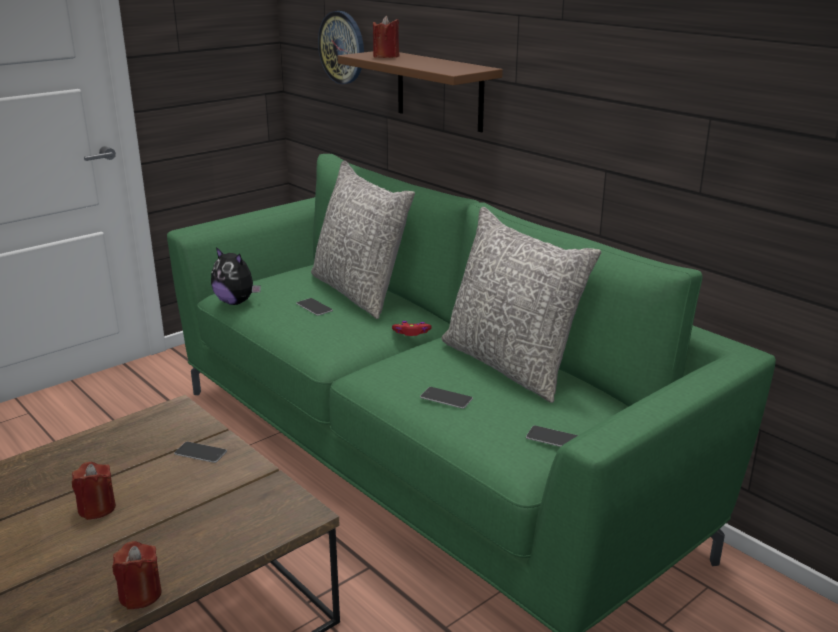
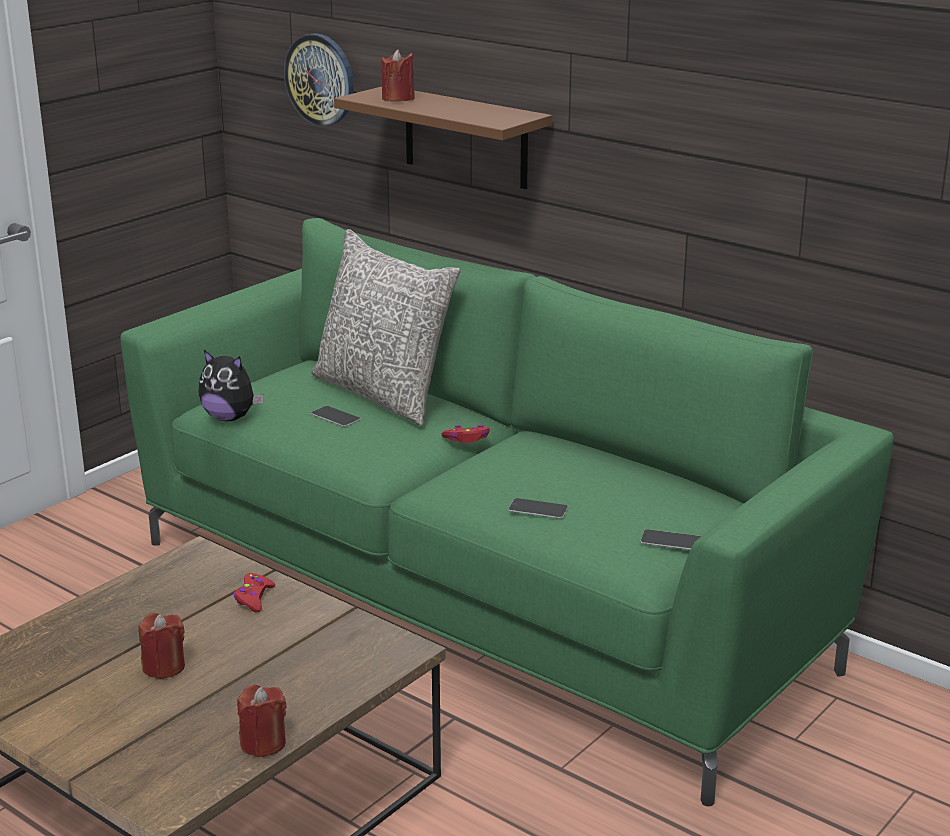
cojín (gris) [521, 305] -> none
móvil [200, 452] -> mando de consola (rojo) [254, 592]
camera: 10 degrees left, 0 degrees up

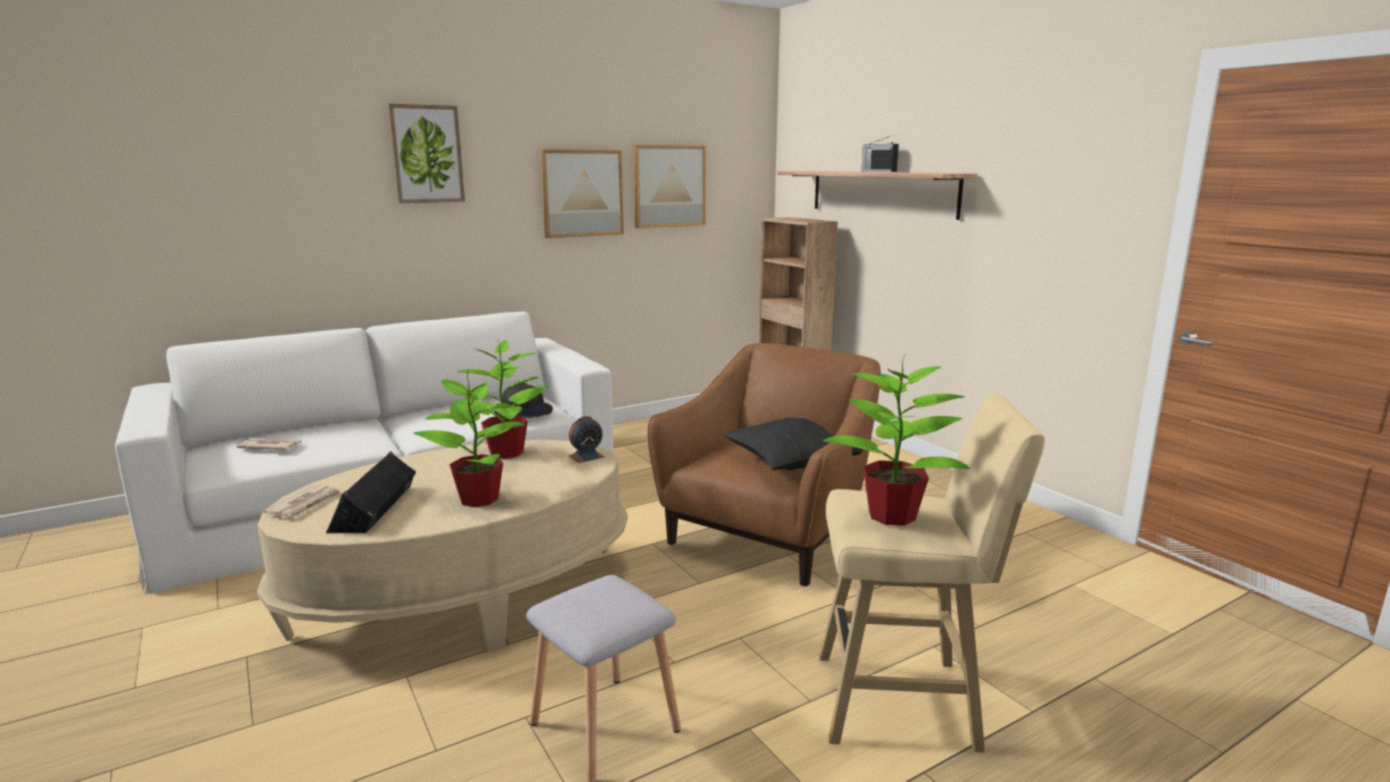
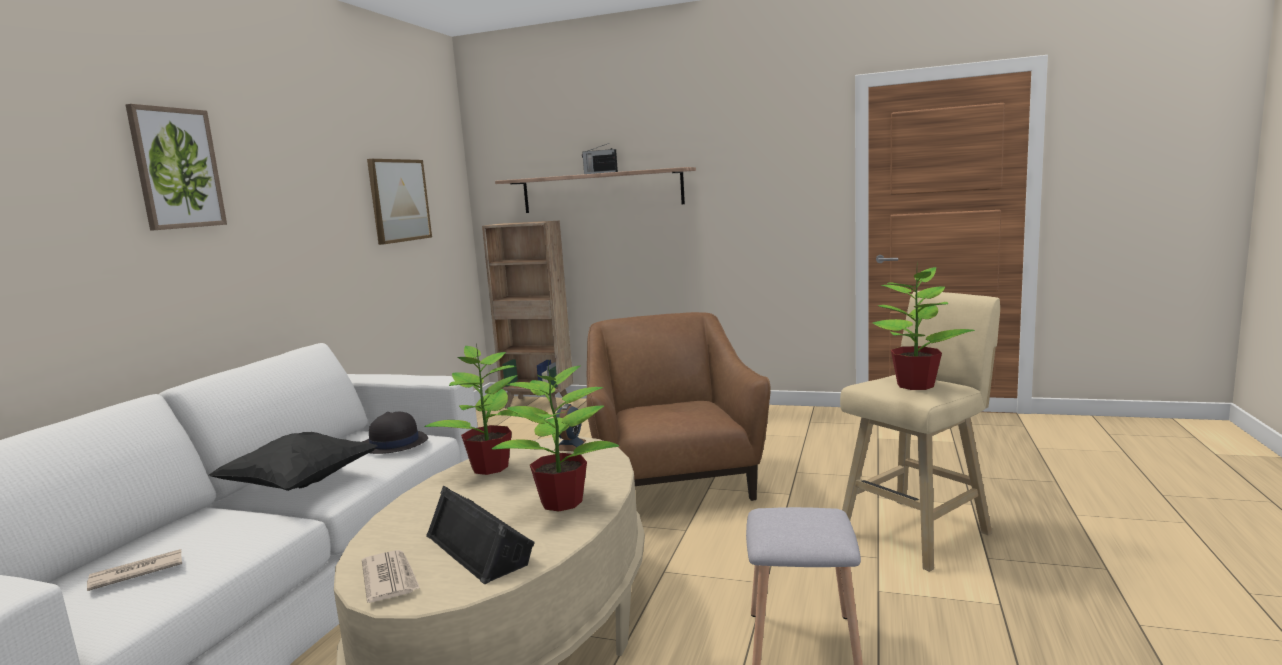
cuadro [582, 194] -> none
cojín (negro) [793, 443] -> cojín (negro) [293, 461], moved
camera: 40 degrees left, 5 degrees down

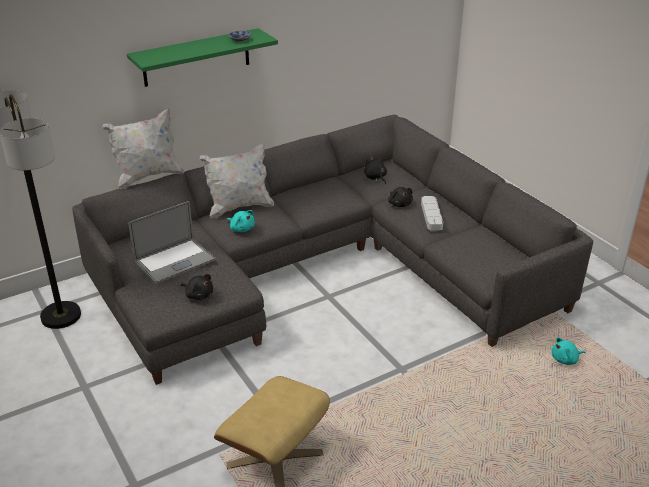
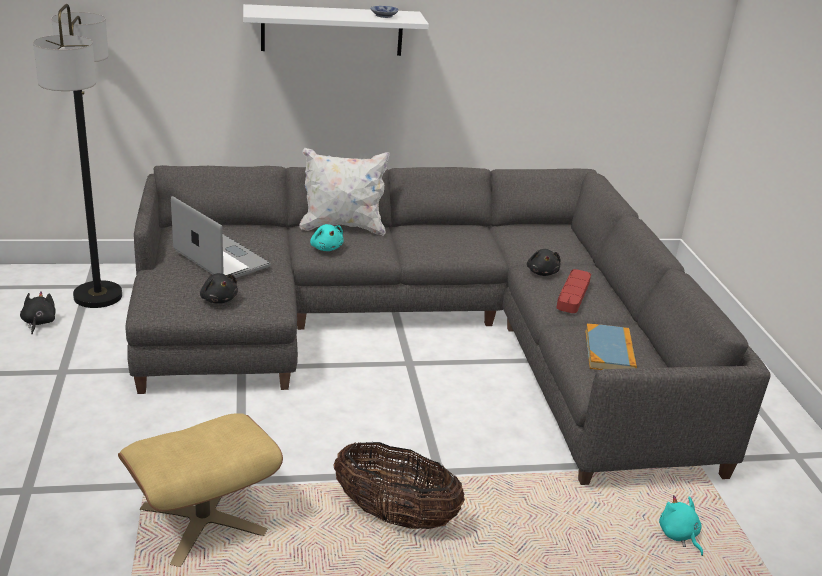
estante (verde) [202, 57] -> estante (blanco) [336, 30]
cojín (blanco) [143, 148] -> none
peluche (negro) [375, 170] -> peluche (negro) [38, 312], moved
bandeja (gris) [432, 213] -> bandeja (rojo) [573, 291]
portátil [172, 242] -> portátil [221, 237], 120 degrees counterclockwise
peluche (turquesa) [568, 351] -> peluche (turquesa) [681, 525], 60 degrees clockwise
none -> libro [611, 346]
none -> cesta [399, 485]
camera: 20 degrees right, 5 degrees down

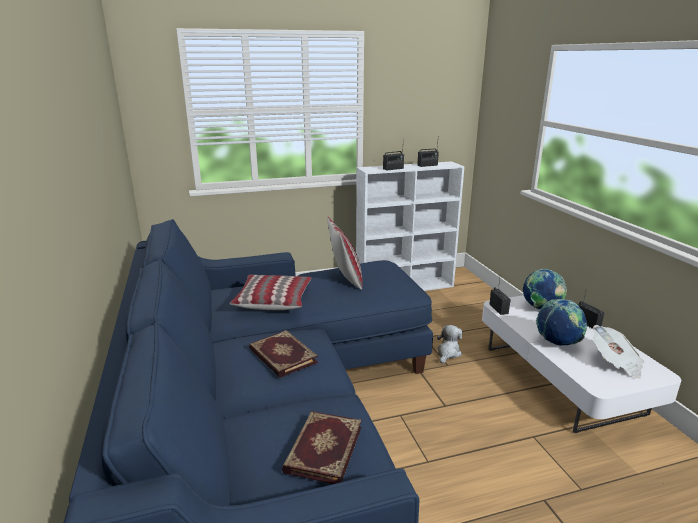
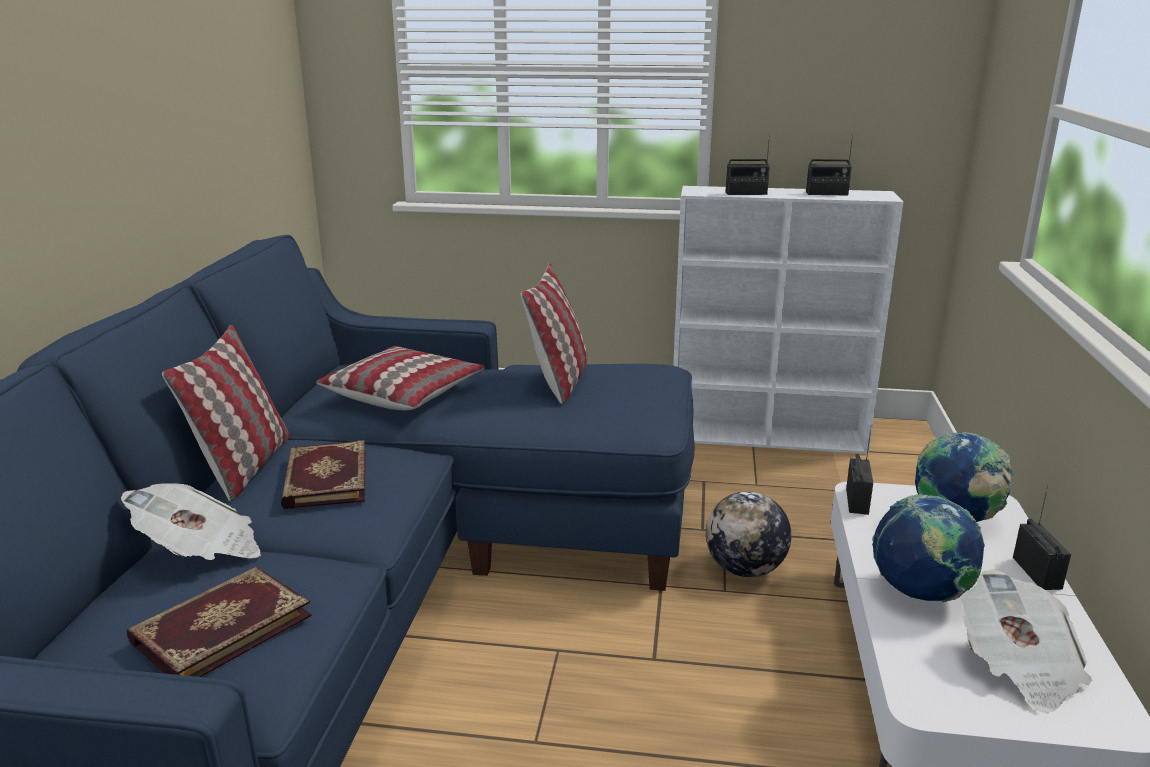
peluche [449, 344] -> globo terráqueo [748, 534]
none -> cojín [226, 413]
none -> periódico [191, 521]
camera: 25 degrees right, 0 degrees up

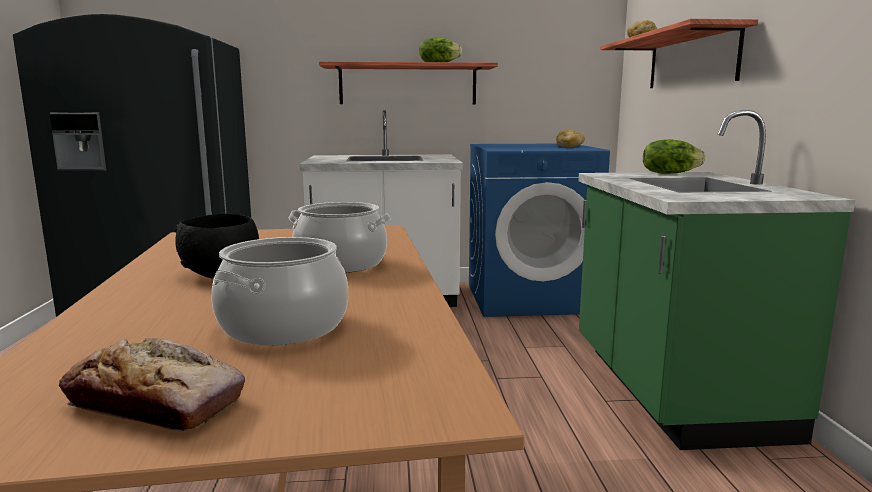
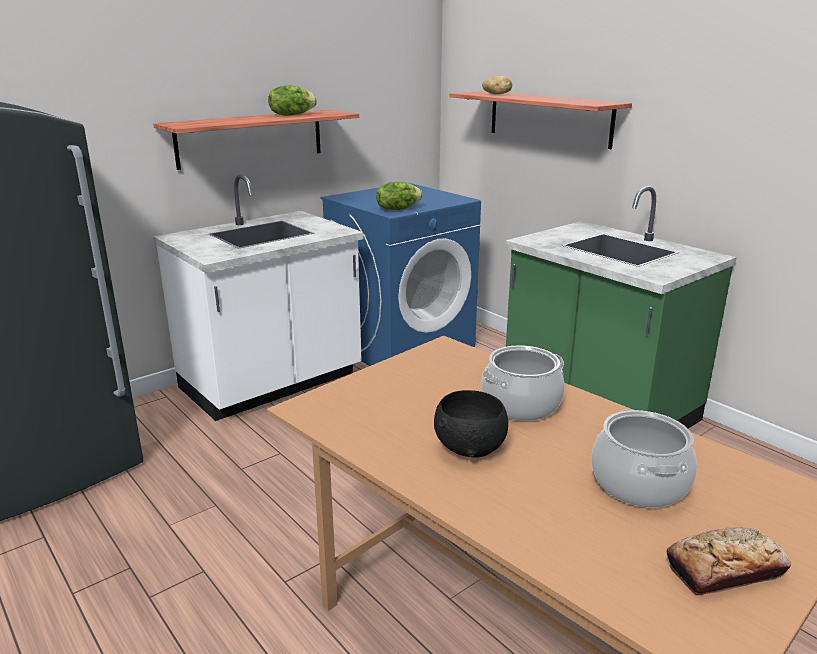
pan [570, 138] -> none
lechuga [674, 156] -> lechuga [399, 196], moved
camera: 35 degrees left, 10 degrees up

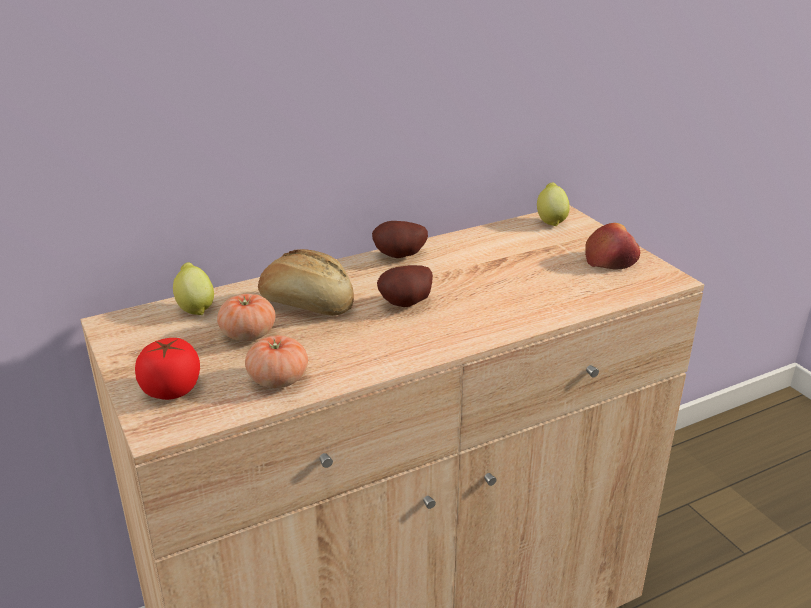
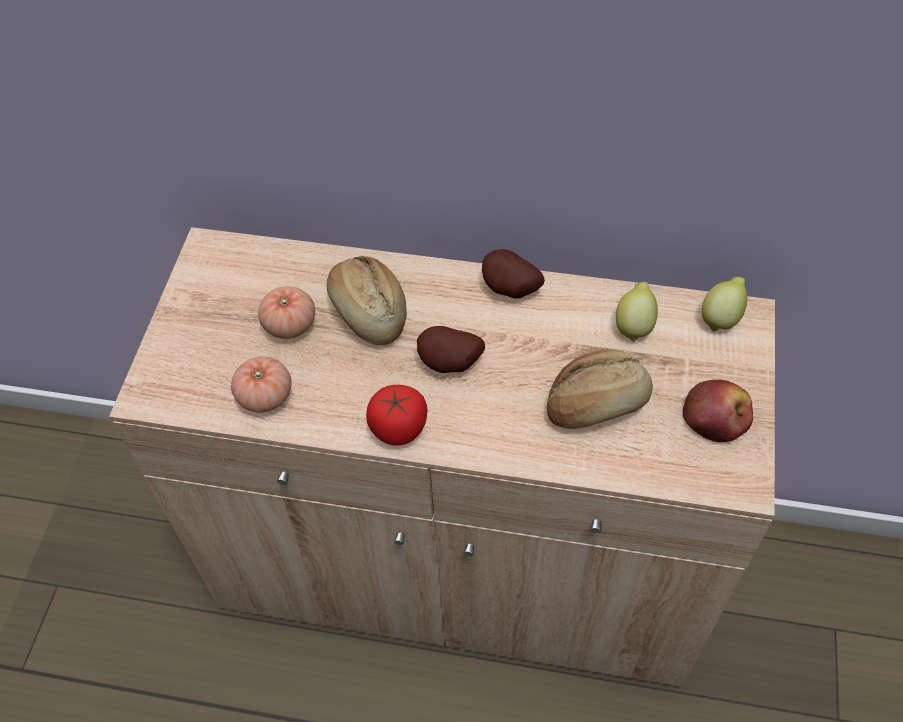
limón [193, 288] -> limón [637, 312], moved
tomate [167, 369] -> tomate [396, 415], moved
none -> pan [600, 389]
camera: 40 degrees right, 25 degrees up

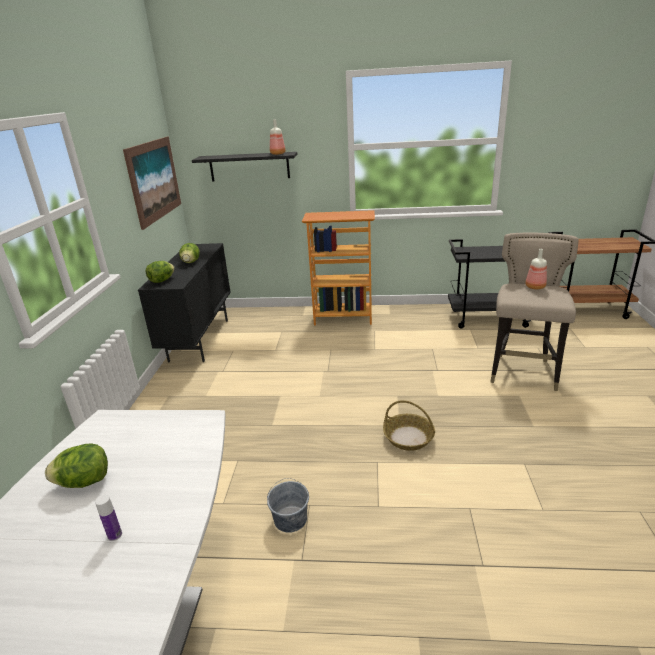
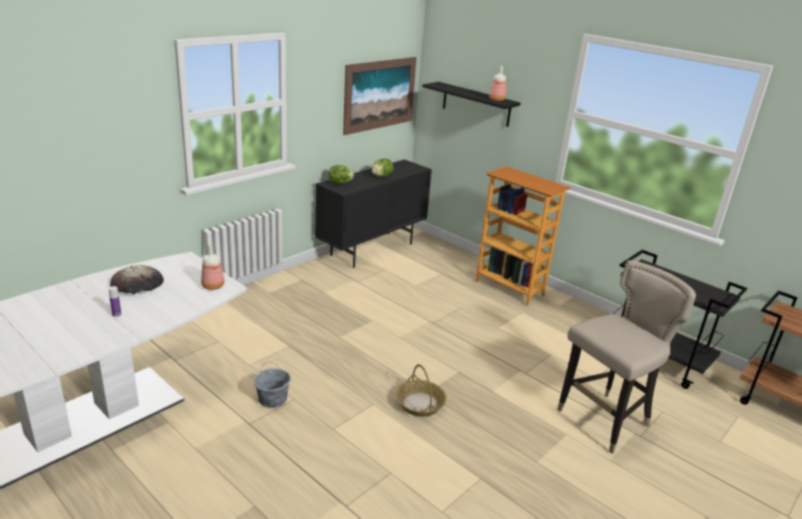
botella [536, 269] -> botella [212, 267], moved
lechuga [76, 465] -> pan [137, 279]
camera: 35 degrees right, 0 degrees up

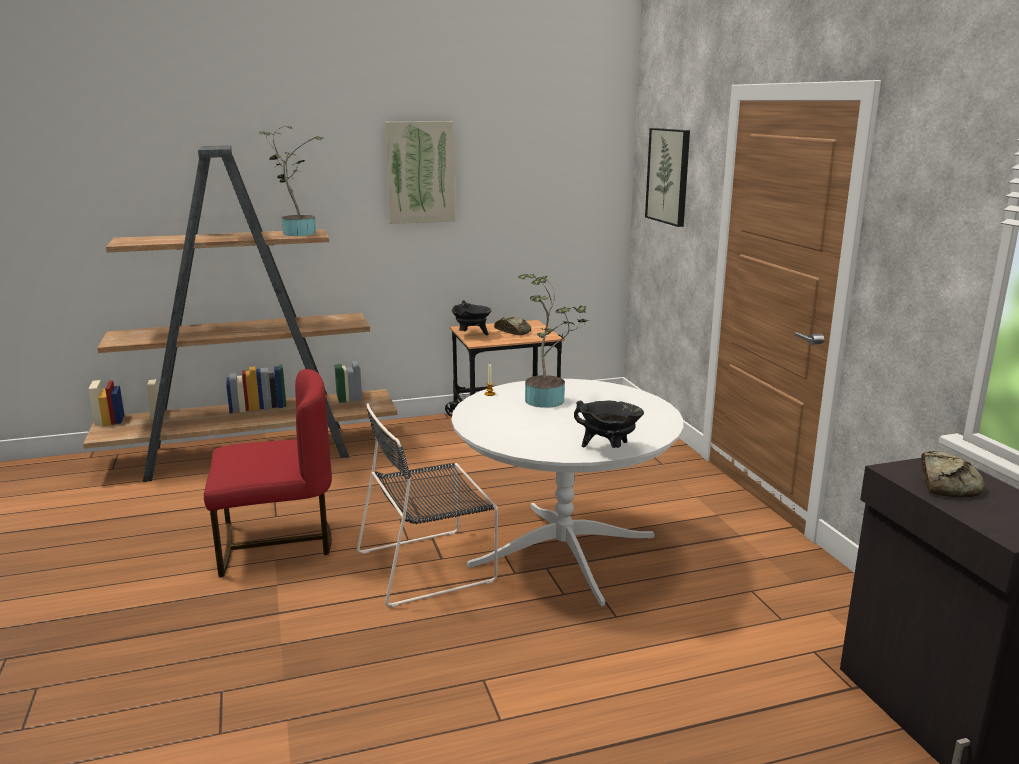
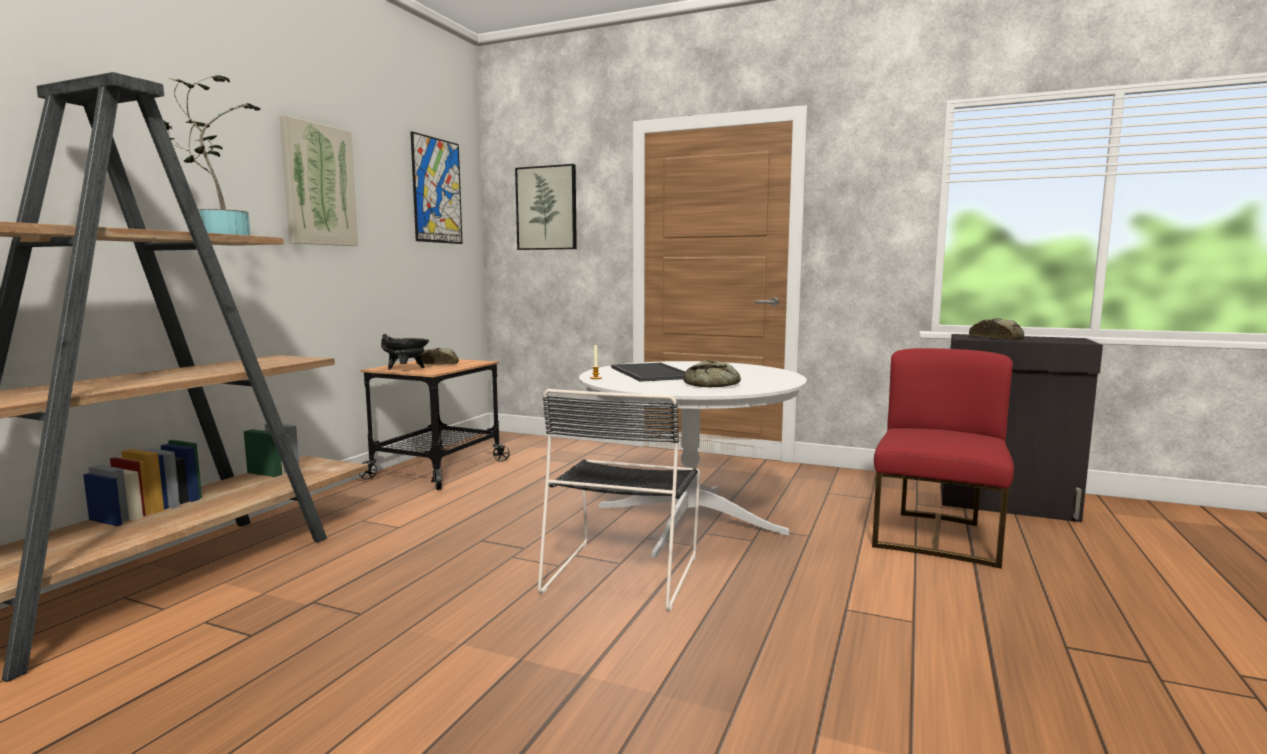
planta en maceta [553, 341] -> bandeja [648, 372]
silla (rojo) [268, 473] -> silla (rojo) [943, 458], moved
olla (negro) [609, 424] -> none
none -> cuadro [437, 187]
none -> pan [712, 373]
camera: 50 degrees left, 10 degrees down

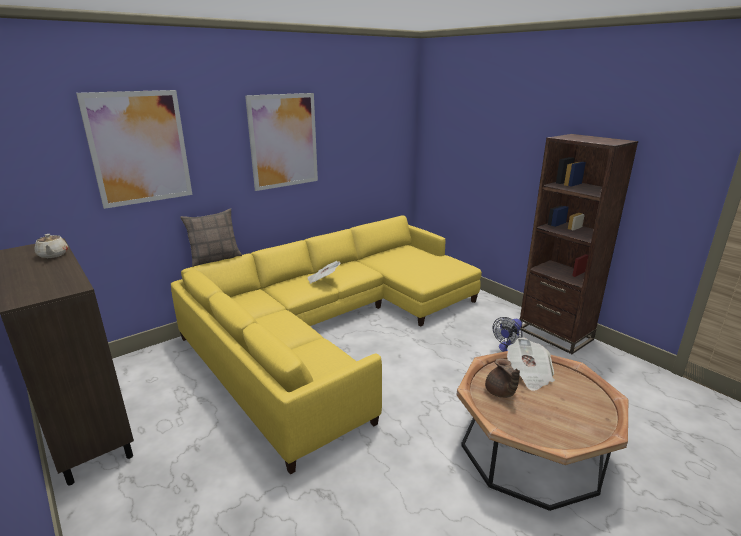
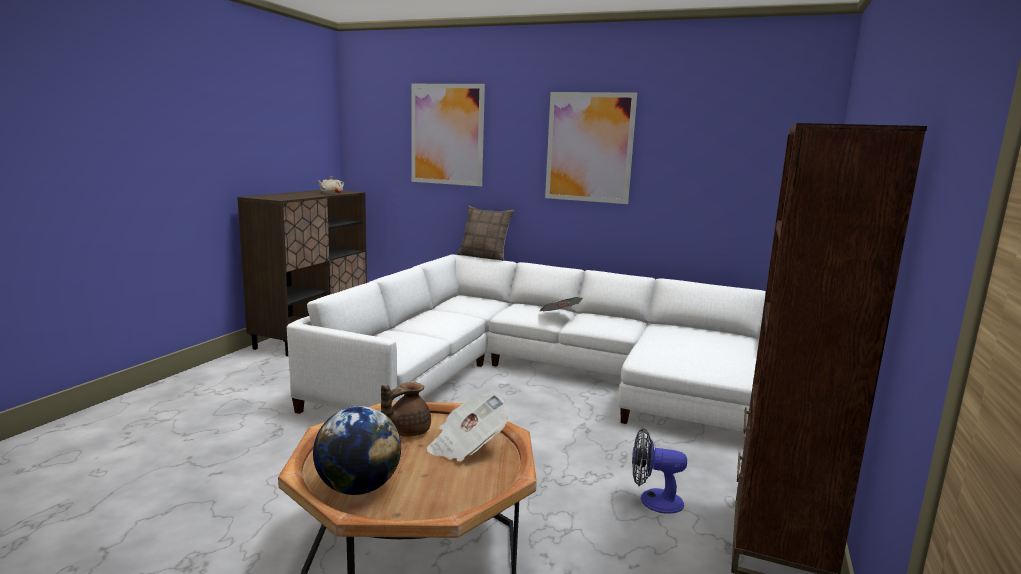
sofá (amarillo) [326, 345] -> sofá (blanco) [526, 343]
none -> globo terráqueo [357, 450]
camera: 60 degrees right, 10 degrees down

